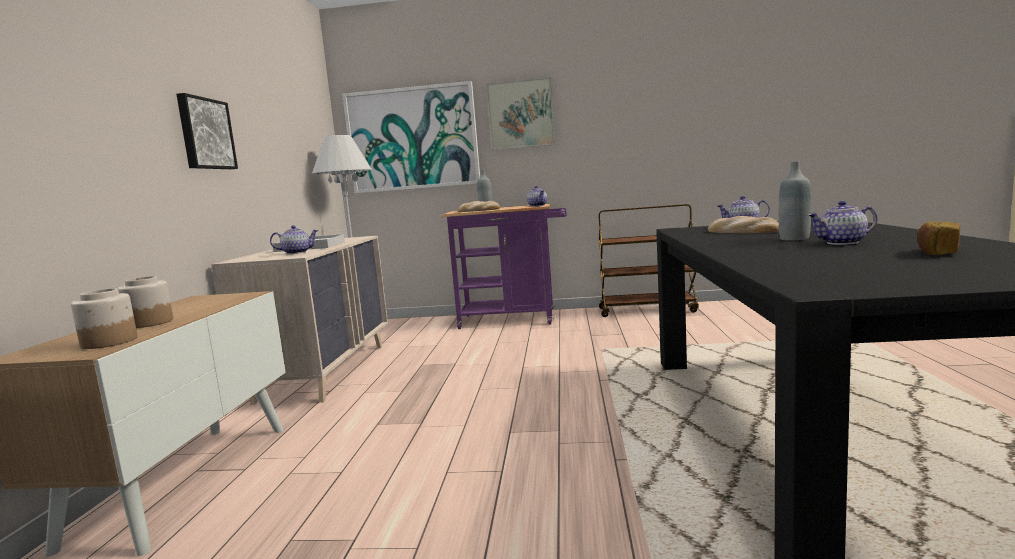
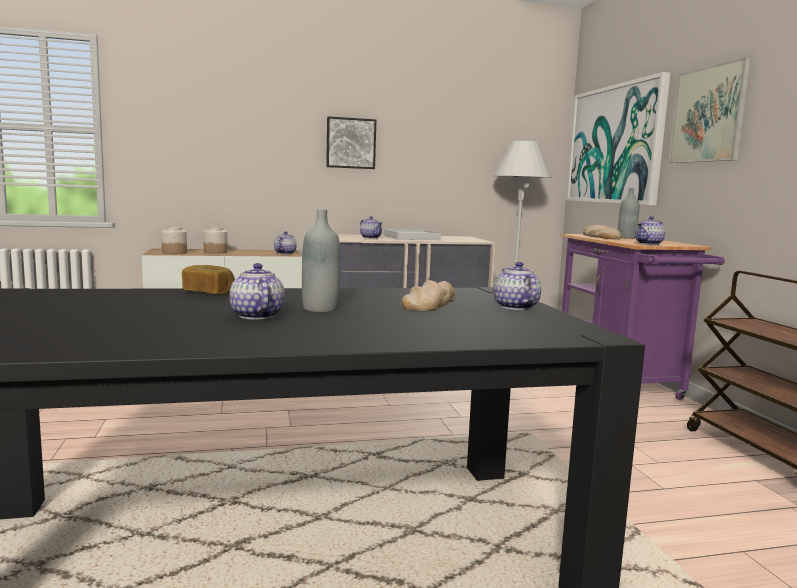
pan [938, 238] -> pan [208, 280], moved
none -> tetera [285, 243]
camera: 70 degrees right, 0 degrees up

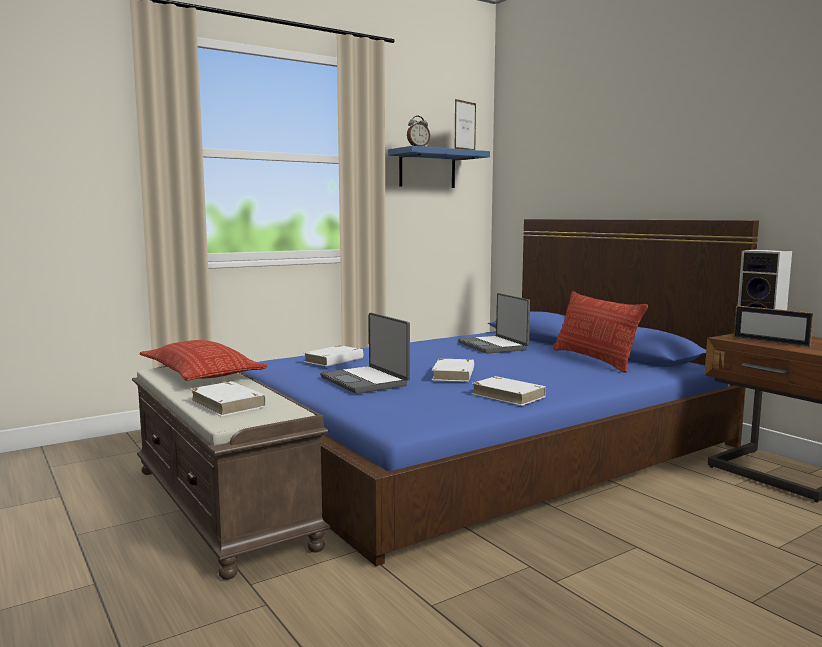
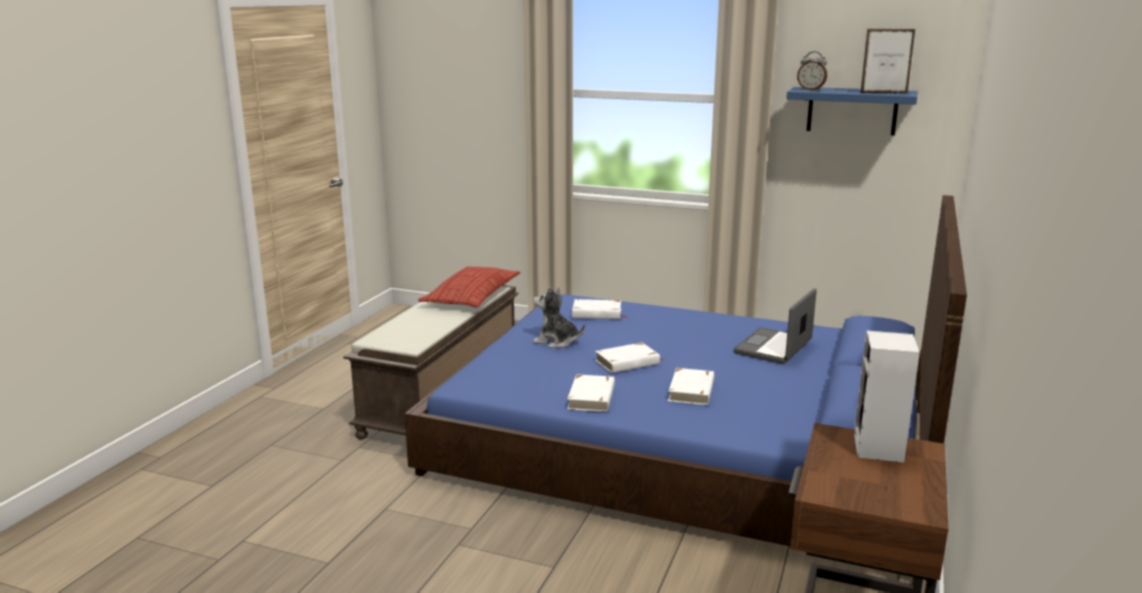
cojín [600, 332] -> none
portarretratos [774, 326] -> none
portátil [365, 353] -> peluche [559, 317]
libro (blanco) [228, 398] -> libro (blanco) [691, 386], moved
camera: 55 degrees right, 10 degrees up

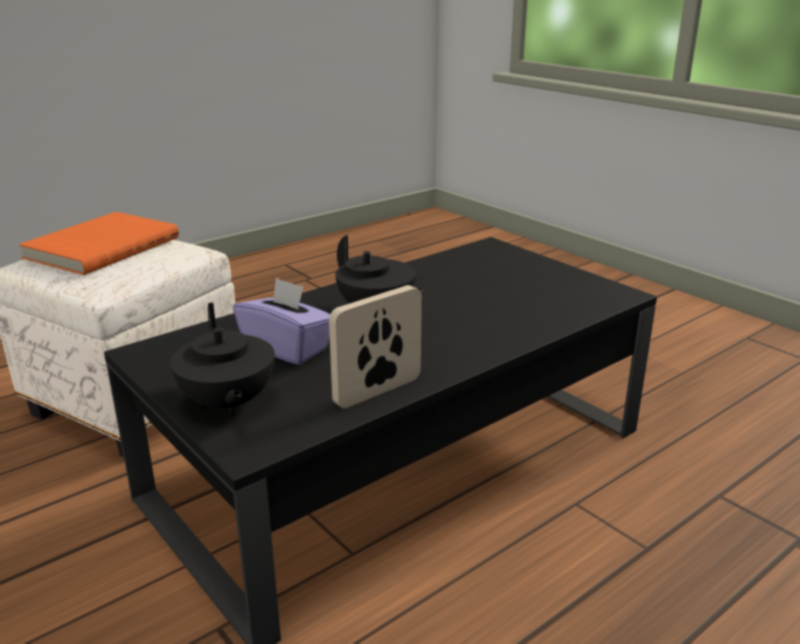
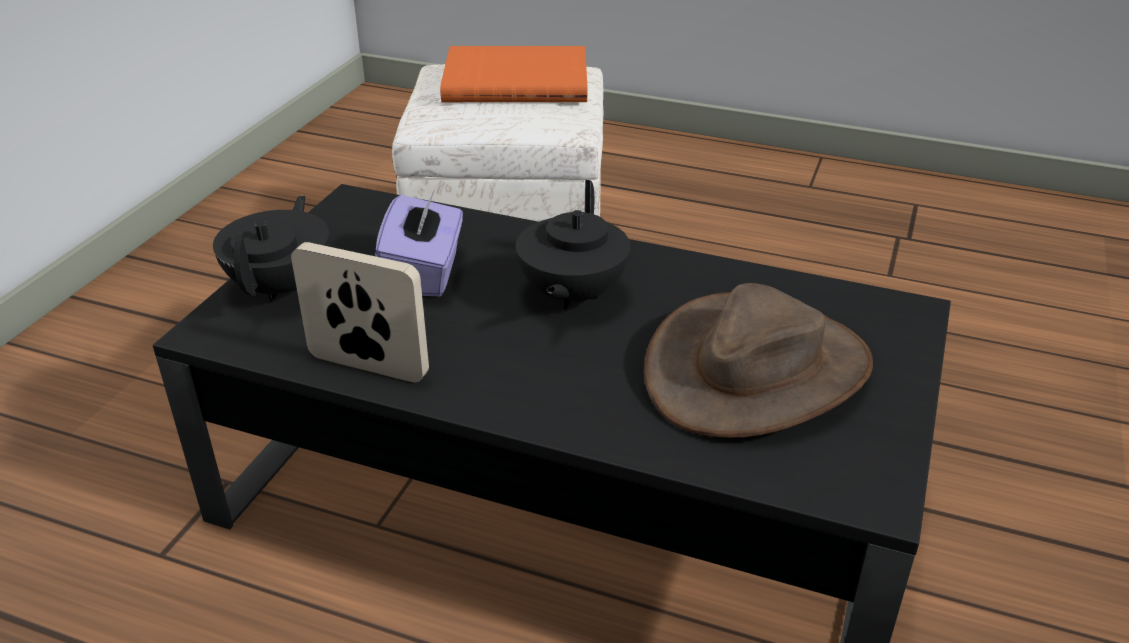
tetera (negro) [222, 359] -> tetera (negro) [271, 248], 150 degrees clockwise
none -> sombrero (marrón) [758, 360]
camera: 60 degrees right, 10 degrees up

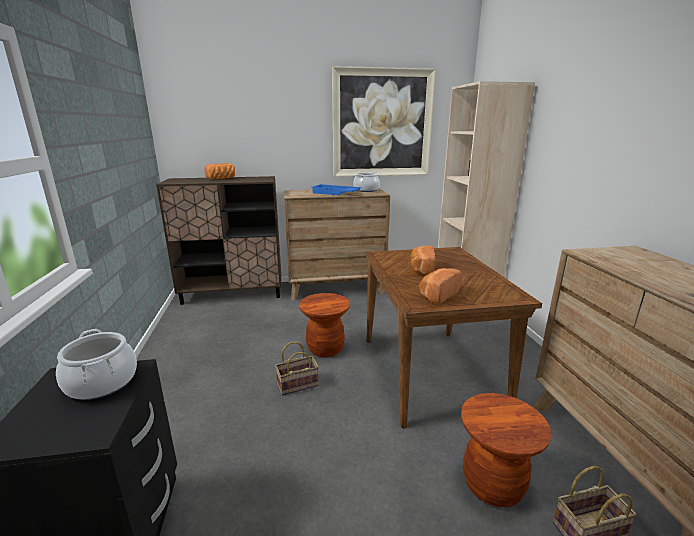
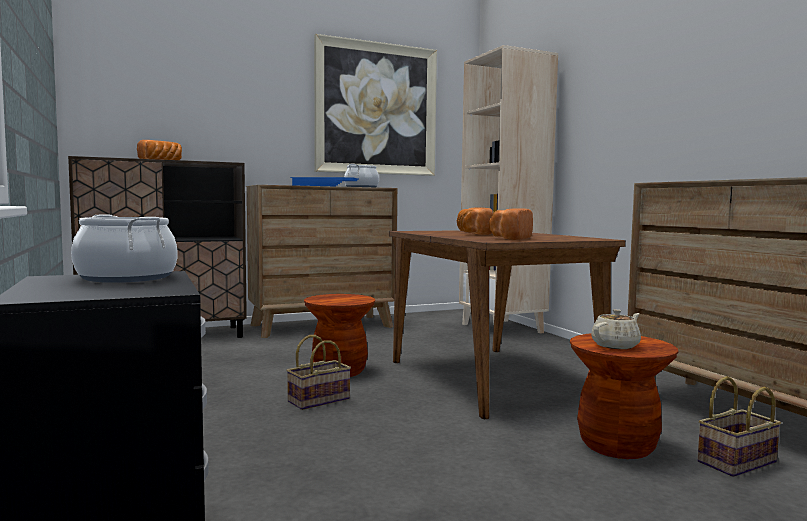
none -> tetera (beis) [616, 329]
camera: 15 degrees left, 15 degrees down

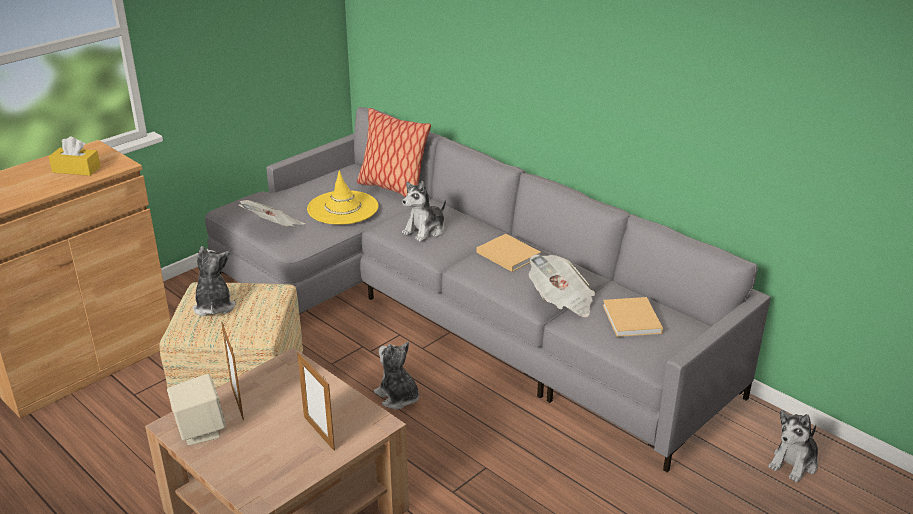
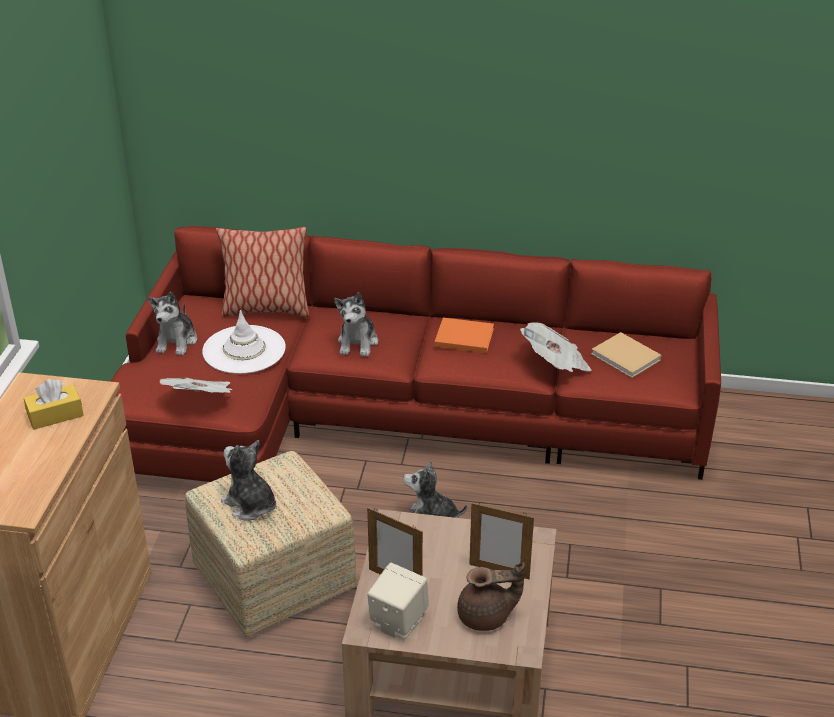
sofá (gris) [488, 289] -> sofá (rojo) [416, 354]
sombrero (amarillo) [342, 197] -> sombrero (blanco) [243, 342]
libro (beis) [509, 253] -> libro (naranja) [464, 335]
peluche [793, 446] -> peluche [172, 324], moved
none -> tetera (marrón) [491, 596]
camera: 35 degrees left, 5 degrees up

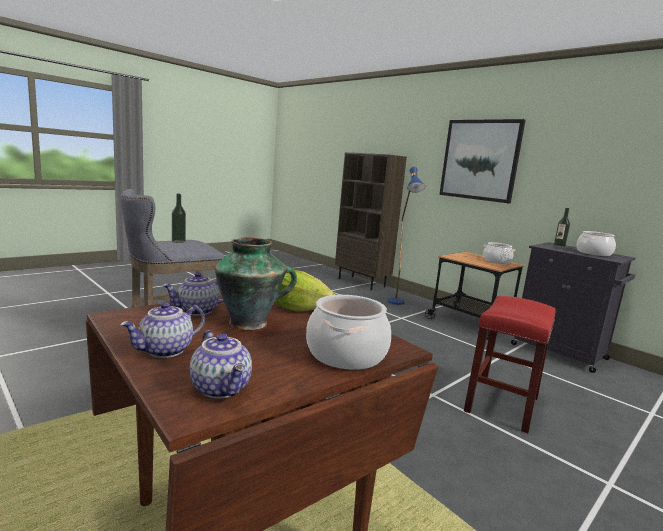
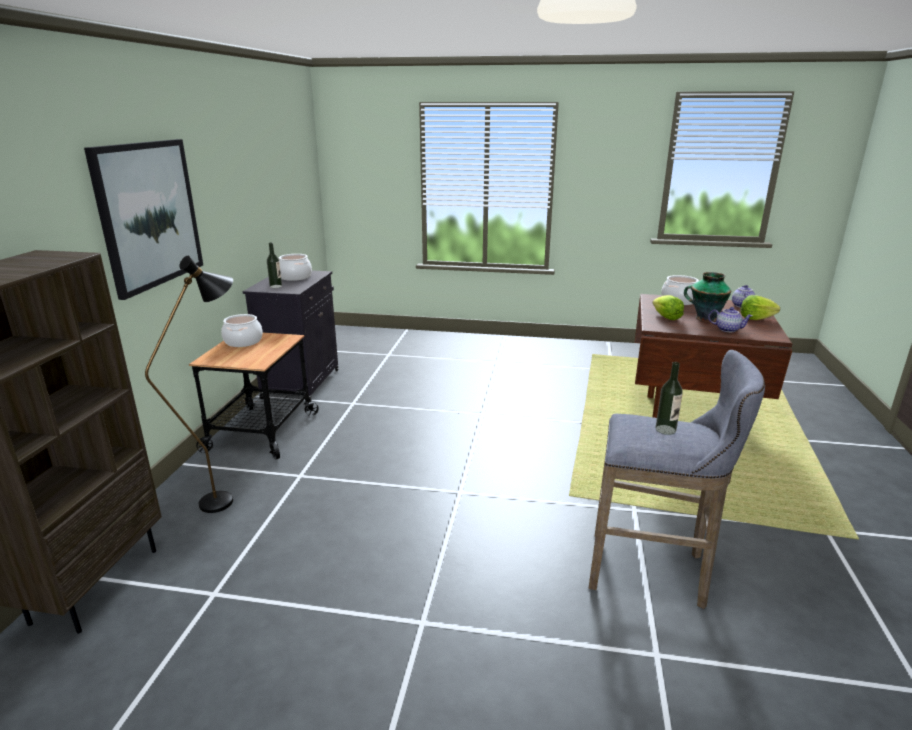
lámpara de pie (azul) [406, 236] -> lámpara de pie (negro) [189, 384]
taburete (rojo) [510, 365] -> none
tetera [162, 330] -> lechuga [760, 307]
camera: 125 degrees left, 10 degrees up

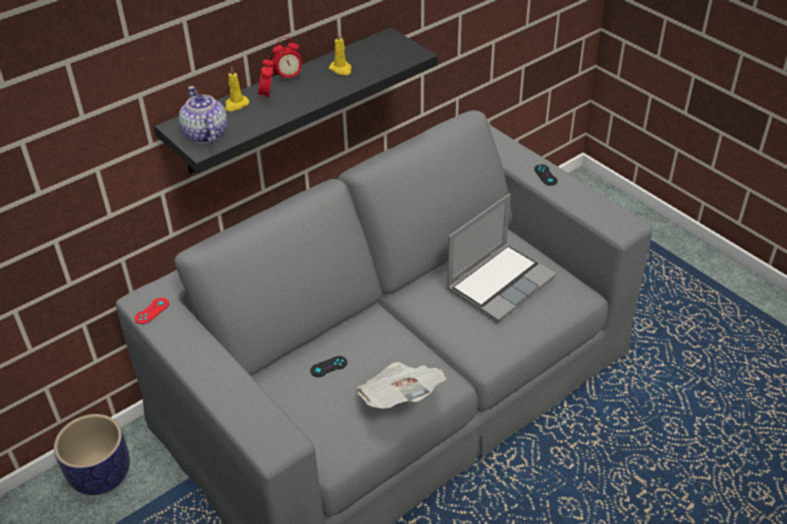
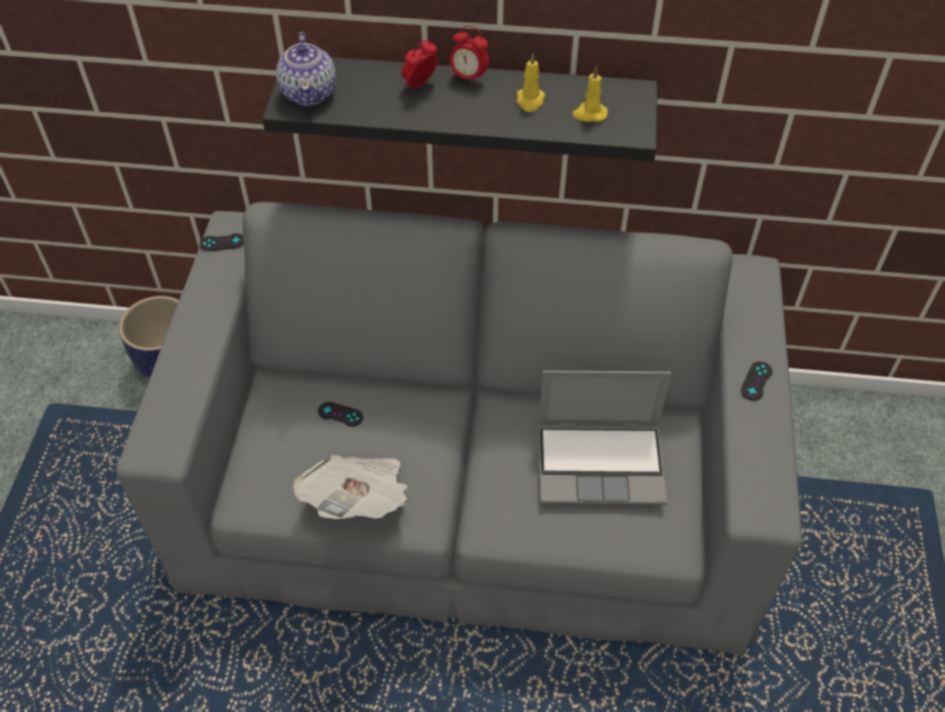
vela (amarillo) [237, 88] -> vela (amarillo) [590, 94], moved
tetera [203, 115] -> tetera [306, 69], 150 degrees clockwise
mando de consola (rojo) [152, 311] -> mando de consola (negro) [221, 242]
camera: 45 degrees right, 10 degrees up

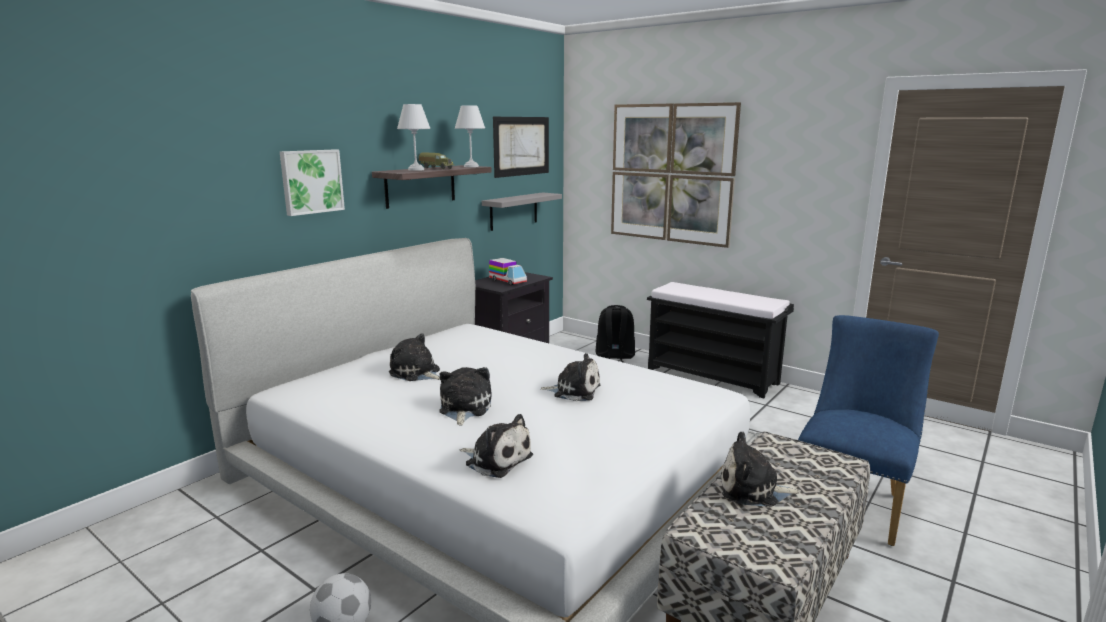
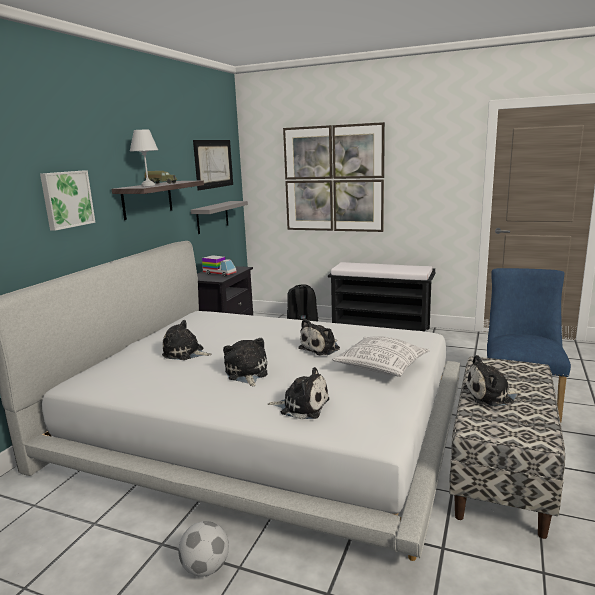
lámpara de mesa (blanco) [470, 136] -> none
peluche [571, 377] -> peluche [319, 337], 135 degrees clockwise
none -> cojín [381, 356]
camera: 15 degrees left, 0 degrees up

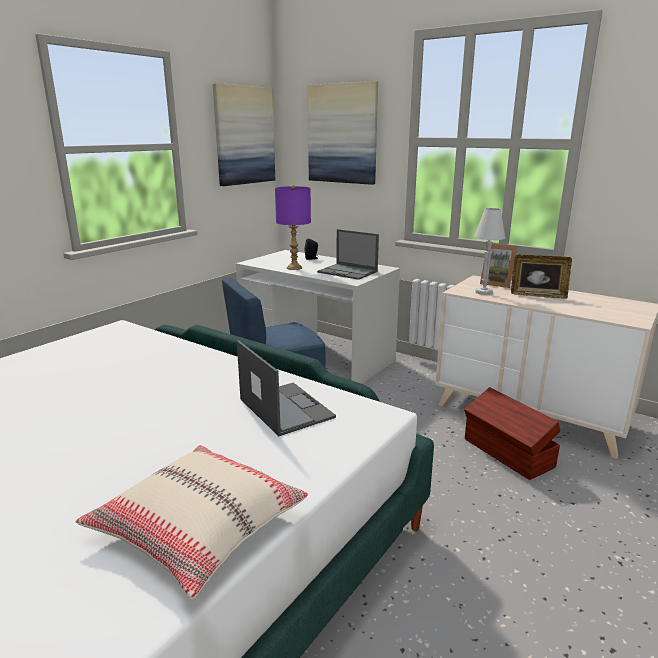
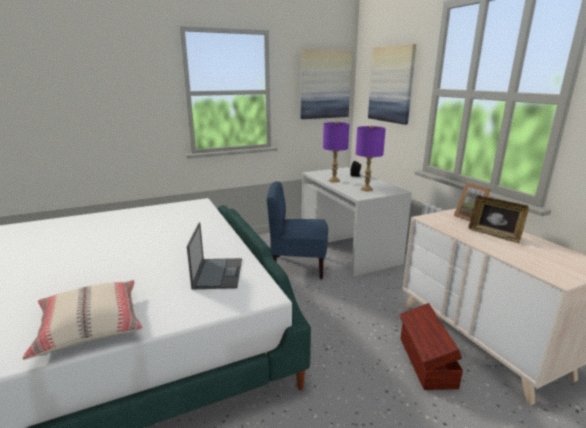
lámpara de mesa (blanco) [489, 251] -> none
portátil [348, 254] -> lámpara de mesa (morado) [371, 158]
camera: 30 degrees right, 0 degrees up

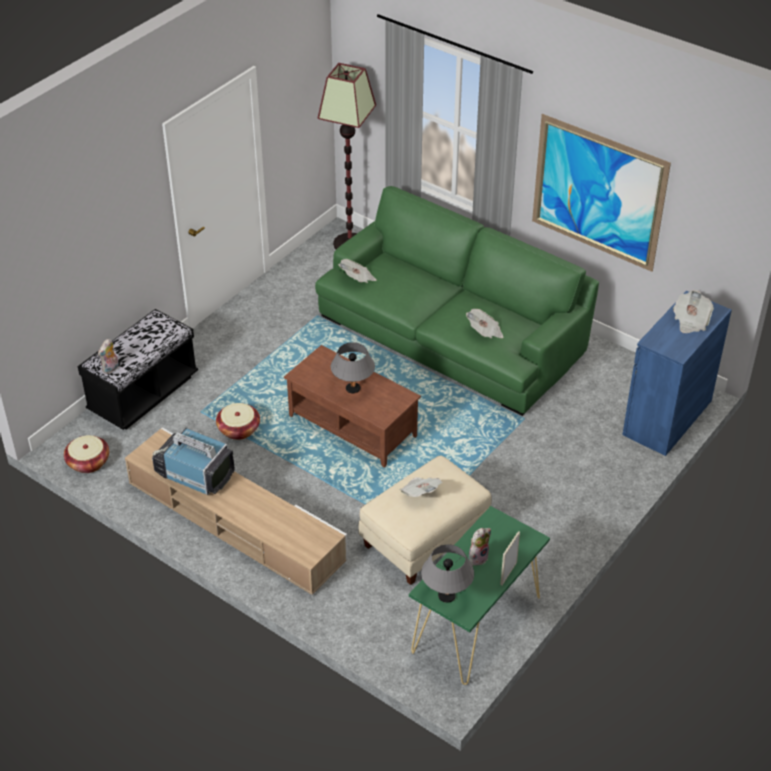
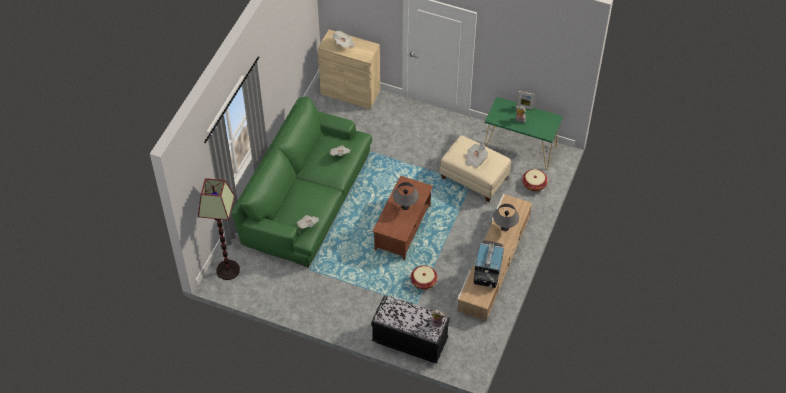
cuadro [601, 193] -> none
armario (azul) [677, 373] -> armario (beis) [349, 69]
cesta [86, 454] -> cesta [535, 180], moved
lámpara de mesa (gris) [447, 573] -> lámpara de mesa (gris) [506, 217], moved
camera: 105 degrees left, 10 degrees up

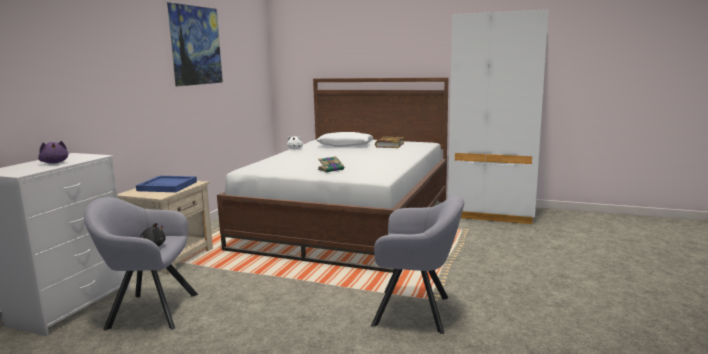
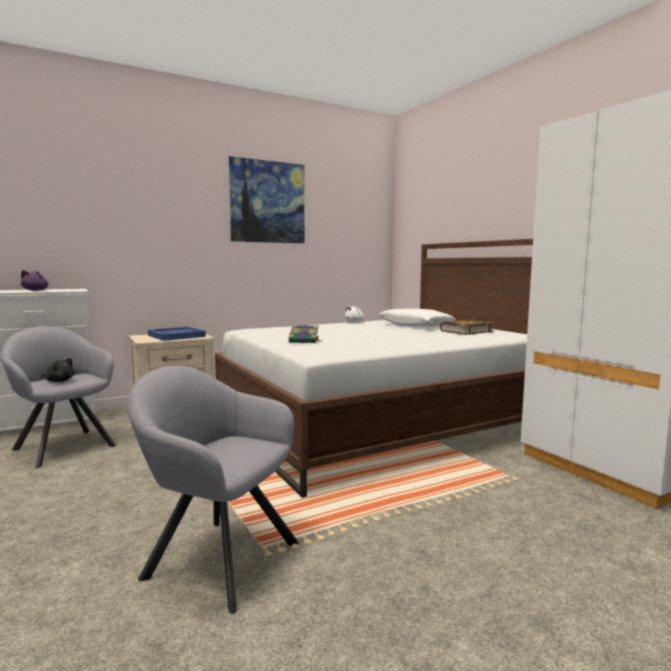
sillón (gris) [417, 264] -> sillón (gris) [213, 490], 150 degrees clockwise
camera: 40 degrees right, 5 degrees down

